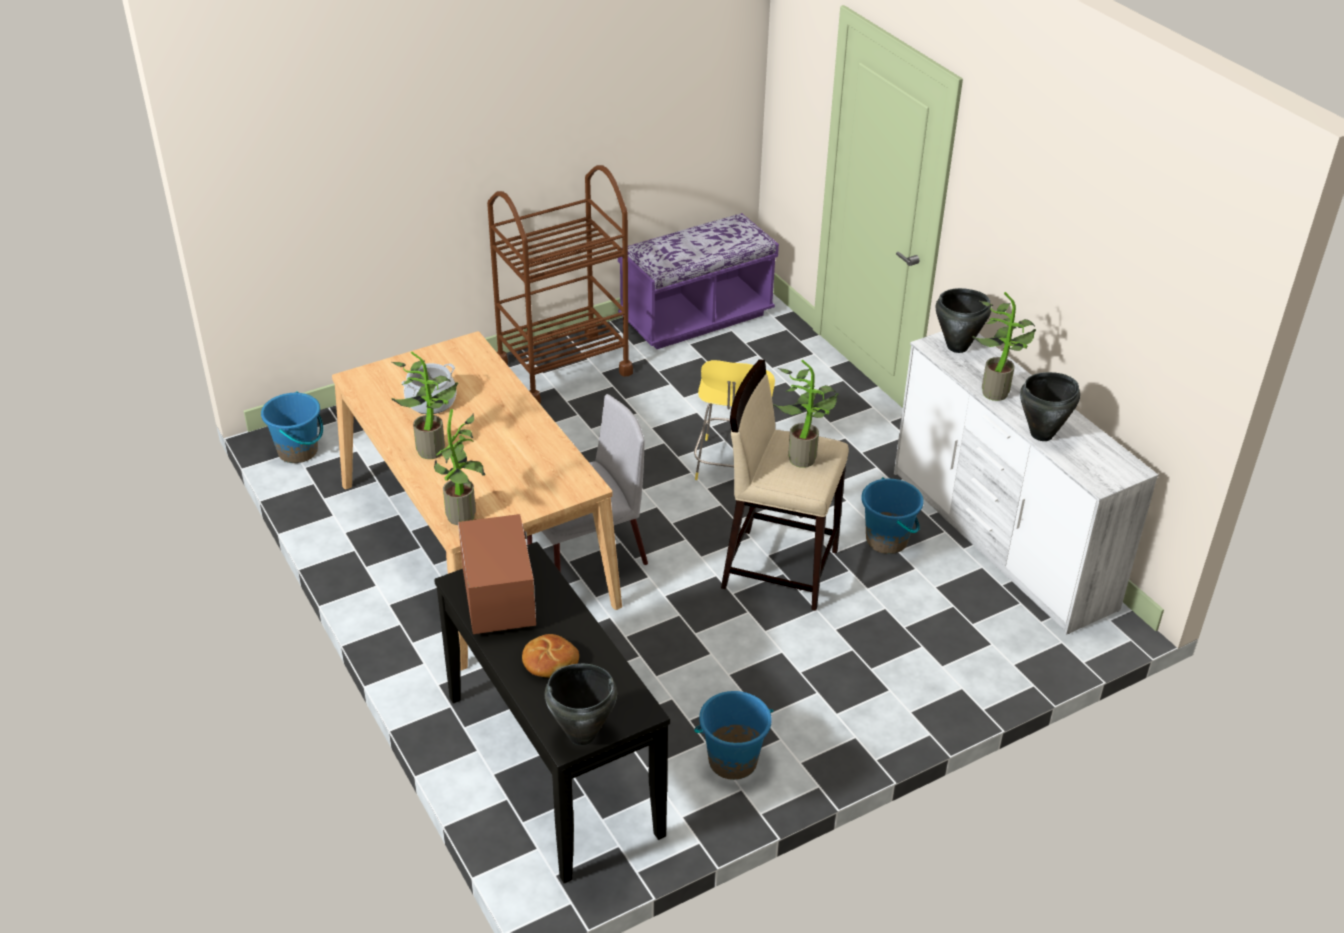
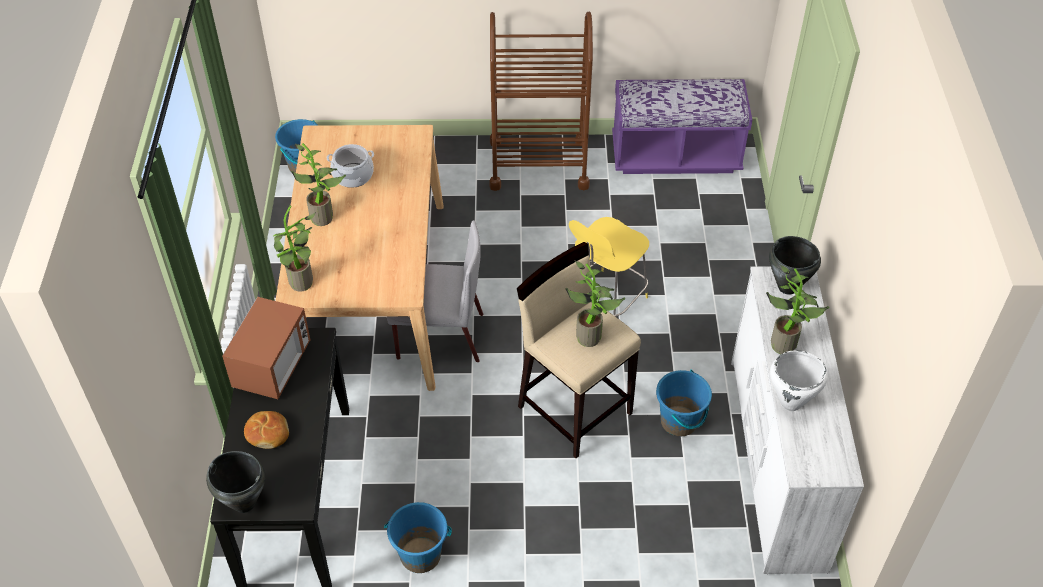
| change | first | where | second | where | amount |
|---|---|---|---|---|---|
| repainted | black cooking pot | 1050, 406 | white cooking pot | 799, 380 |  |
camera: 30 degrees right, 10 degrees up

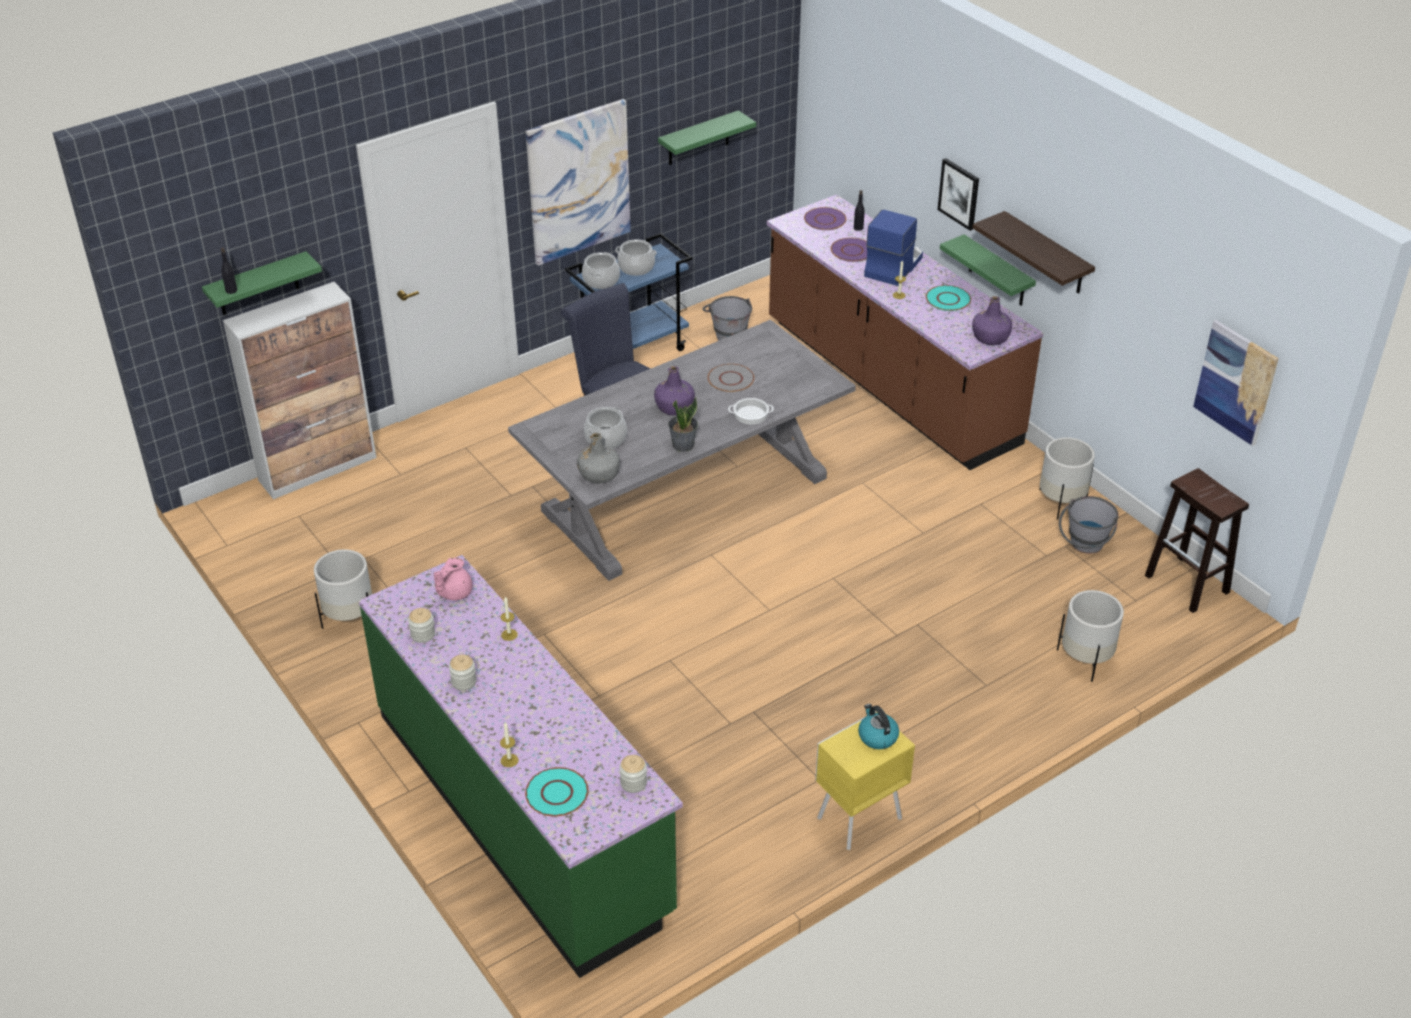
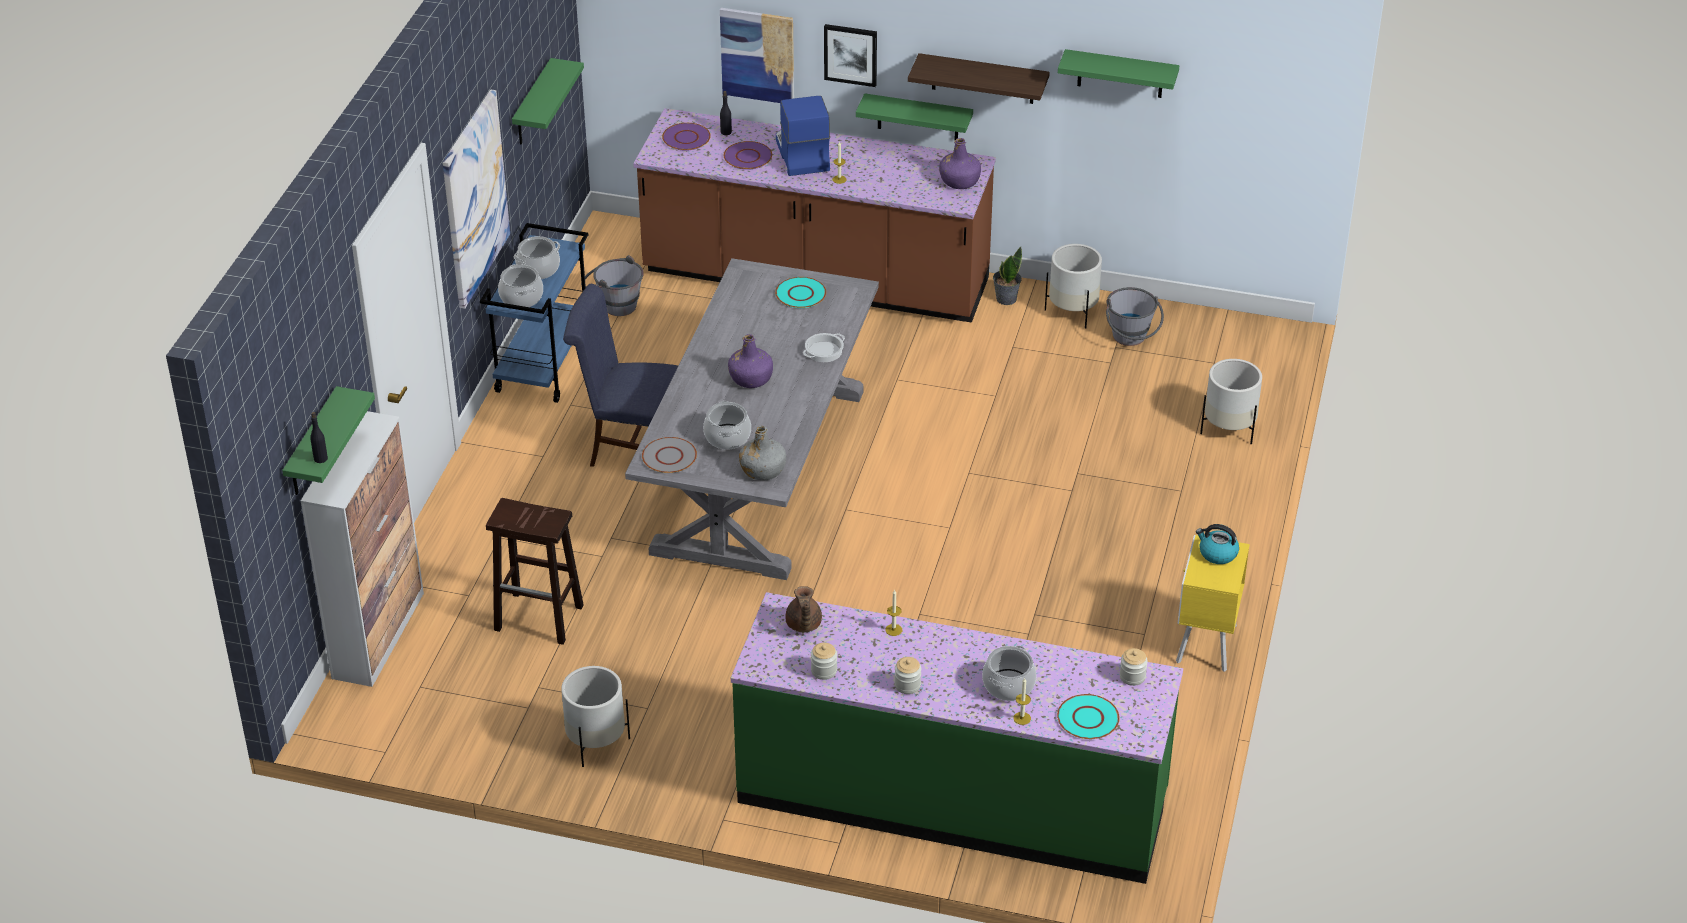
| change | first | where | second | where | amount |
|---|---|---|---|---|---|
| shifted | brown stool | 1197, 540 |  | 535, 571 |  |
| shifted | grey plate | 731, 378 |  | 669, 455 |  |
| shifted | picture | 1236, 383 |  | 757, 55 |  |
| shifted | turquoise plate | 948, 298 |  | 800, 292 |  |
| repainted | pink teapot | 453, 579 | brown teapot | 803, 609 |  |
| new |  |  | cooking pot | 1009, 673 |  |
| shifted | potted plant | 683, 424 |  | 1007, 276 |  |
| new |  |  | green shelf | 1118, 73 |  |
camera: 40 degrees left, 0 degrees up

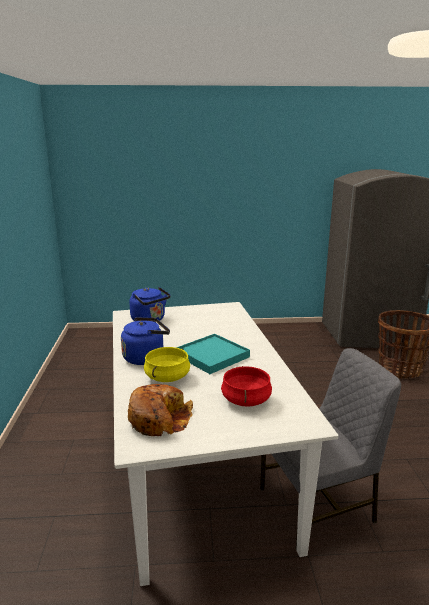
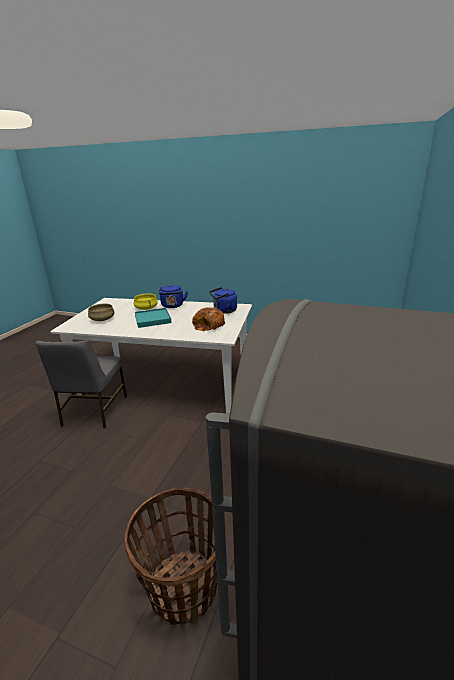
| change | first | where | second | where | amount |
|---|---|---|---|---|---|
| repainted | red cooking pot | 246, 386 | beige cooking pot | 101, 312 |  |
| shifted | bread | 160, 410 |  | 208, 319 |  |
camera: 115 degrees right, 5 degrees up

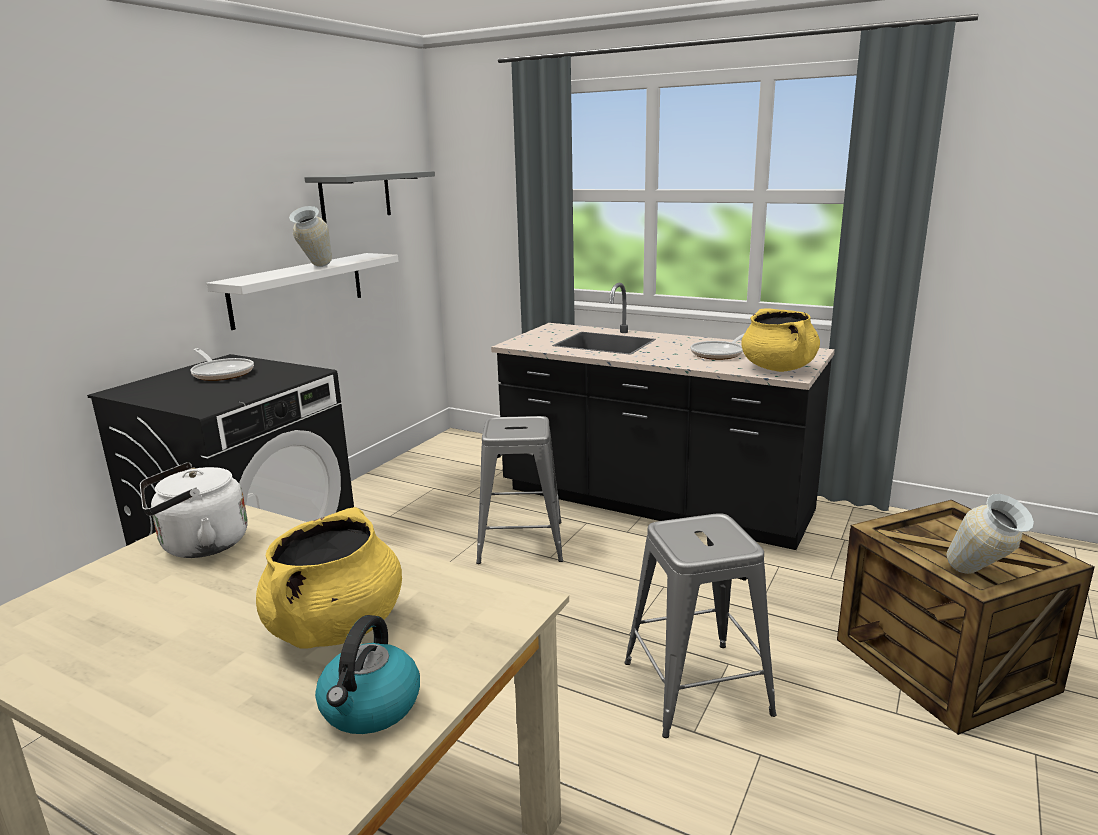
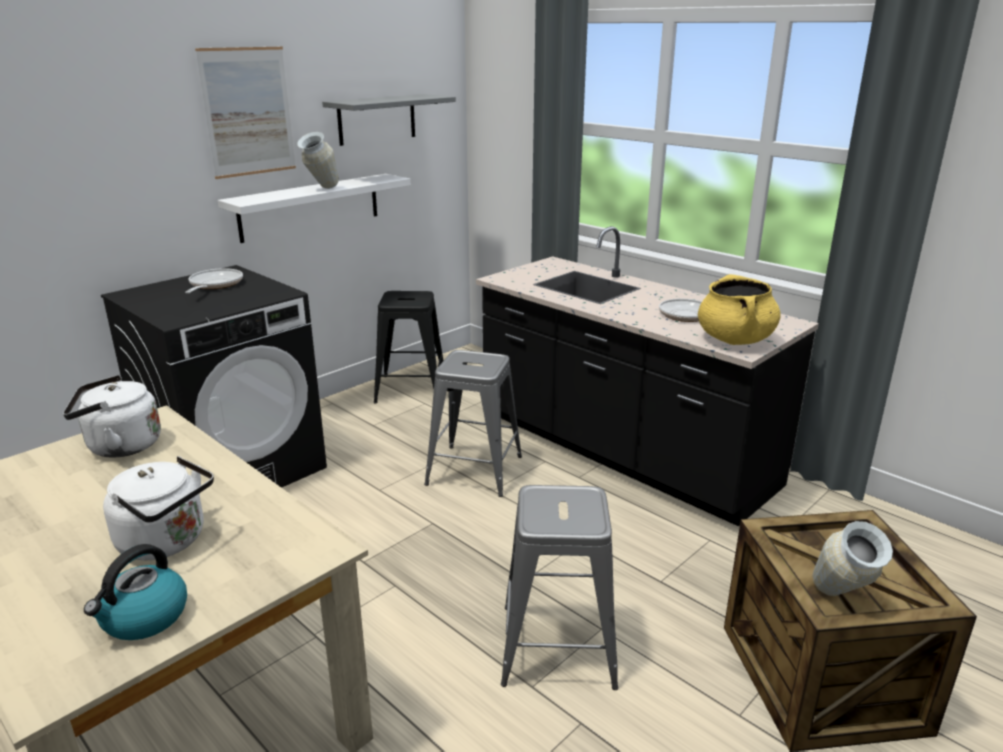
| change | first | where | second | where | amount |
|---|---|---|---|---|---|
| swapped | yellow cooking pot | 329, 577 | white kettle | 158, 508 |  |
| rotated | frying pan | 222, 364 |  | 214, 280 | 150 degrees counterclockwise |
| new |  |  | picture | 245, 113 |  |
| new |  |  | black stool | 408, 347 |  |
camera: 15 degrees right, 5 degrees up

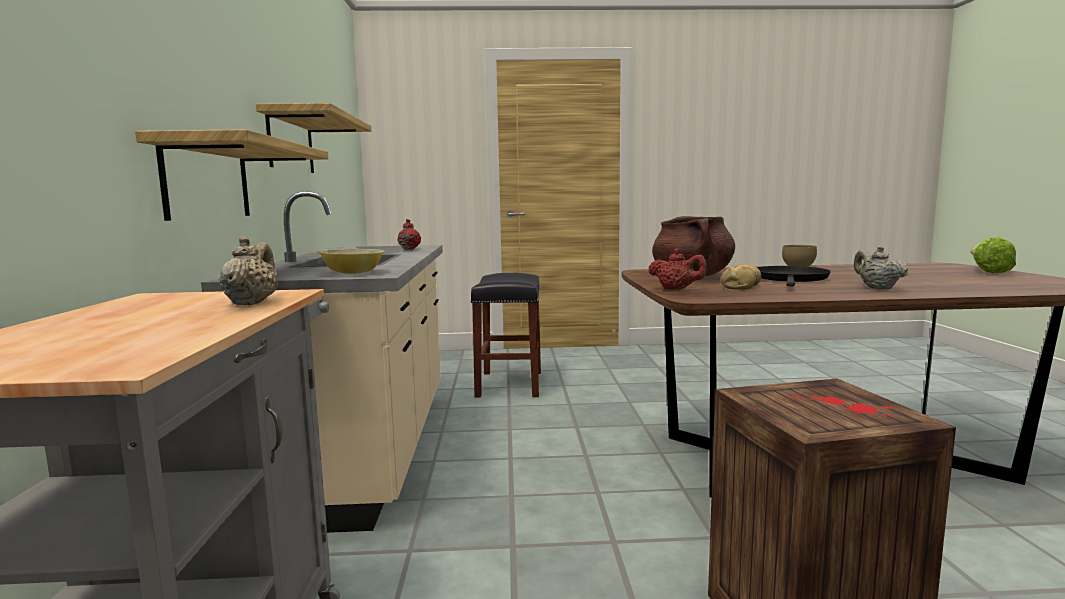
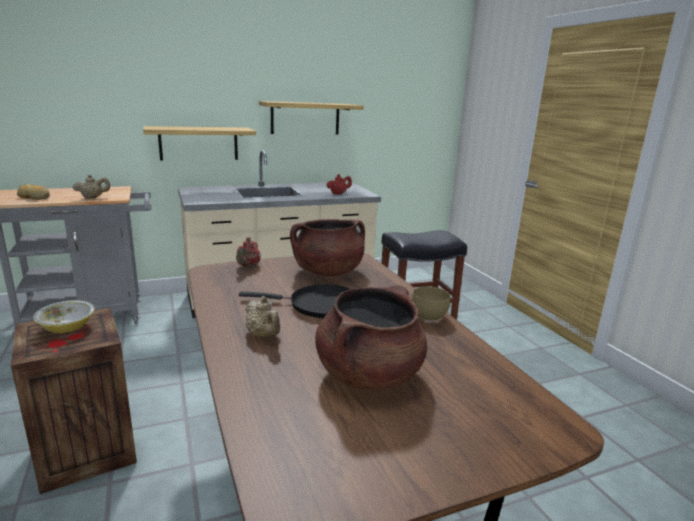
| change | first | where | second | where | amount |
|---|---|---|---|---|---|
| shifted | bread | 741, 277 |  | 33, 192 |  |
| shifted | bowl | 351, 261 |  | 63, 316 |  |
| rotated | beige teapot | 881, 267 |  | 262, 317 | 90 degrees clockwise |
| new |  |  | brown cooking pot | 371, 337 |  |
| gone | lettuce | 993, 255 |  |  |  |
camera: 70 degrees right, 10 degrees up

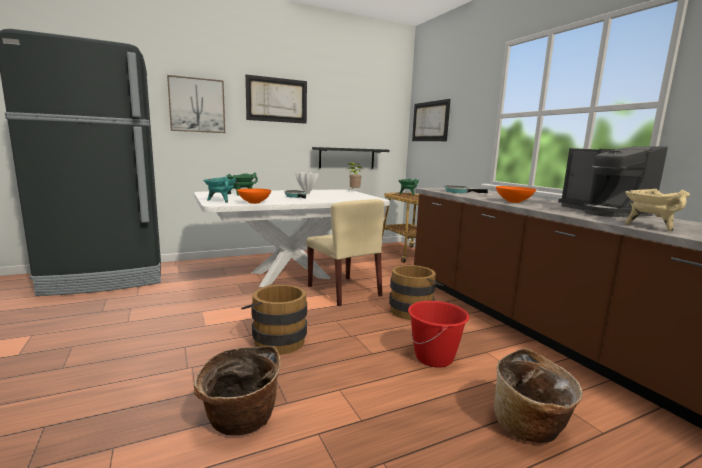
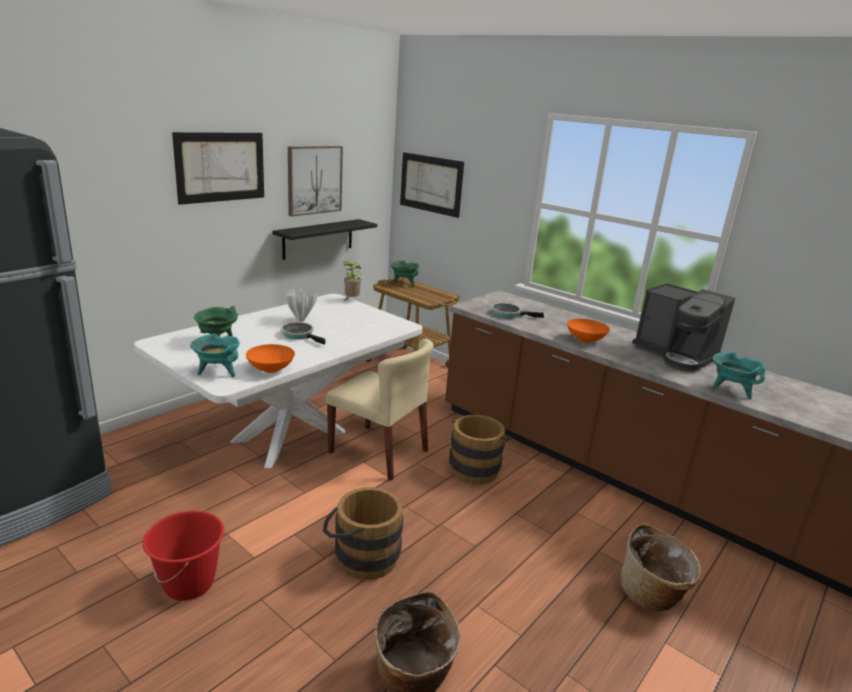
| change | first | where | second | where | amount |
|---|---|---|---|---|---|
| shifted | red bucket | 438, 334 |  | 183, 556 |  |
| shifted | picture | 196, 104 |  | 315, 181 |  |
| repainted | beige cooking pot | 657, 210 | turquoise cooking pot | 738, 376 |  |
camera: 25 degrees left, 10 degrees up

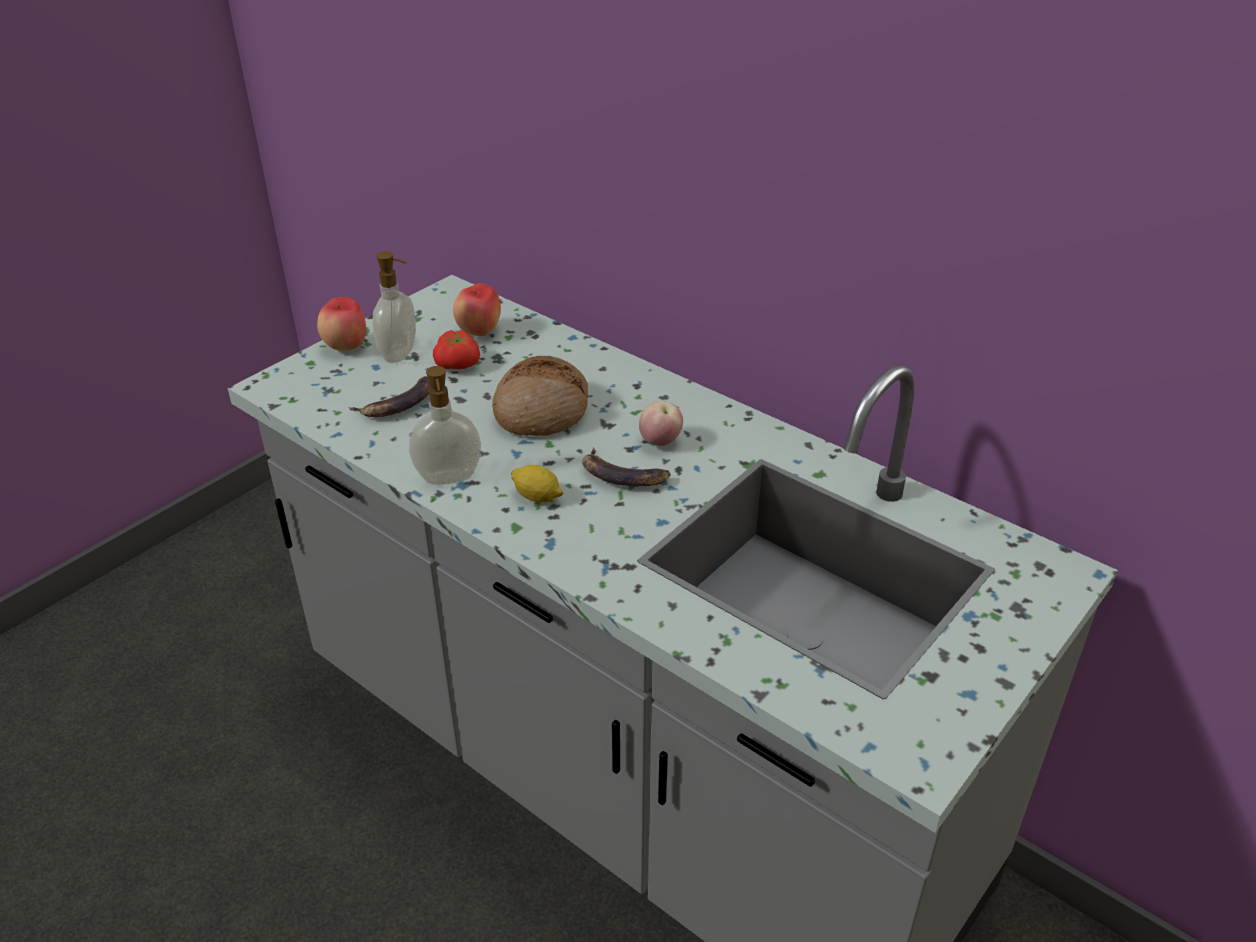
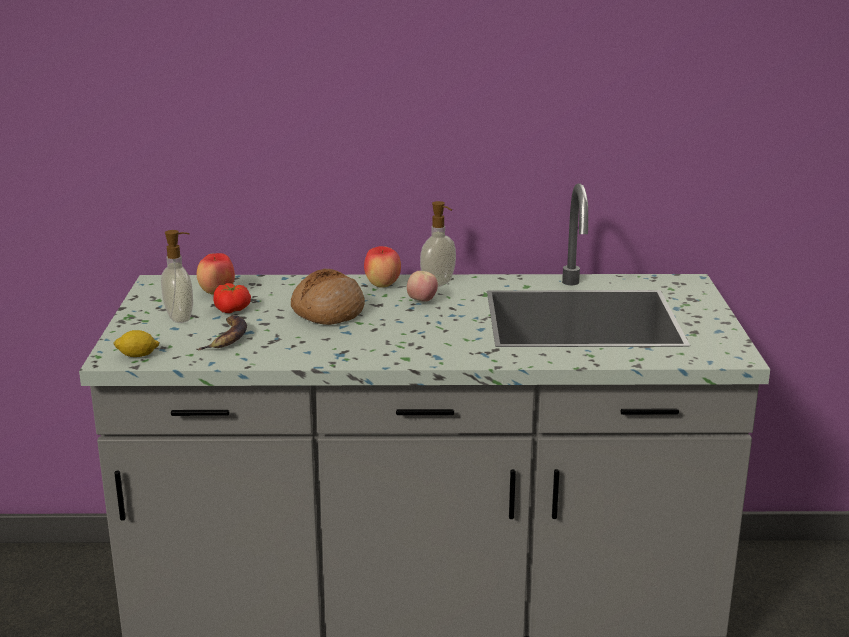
| change | first | where | second | where | amount |
|---|---|---|---|---|---|
| shifted | lemon | 537, 483 |  | 136, 343 |  |
| shifted | apple | 341, 324 |  | 382, 267 |  |
| shifted | soap dispenser | 445, 425 |  | 438, 244 |  |
| gone | banana | 626, 467 |  |  |  |
camera: 40 degrees left, 15 degrees down

